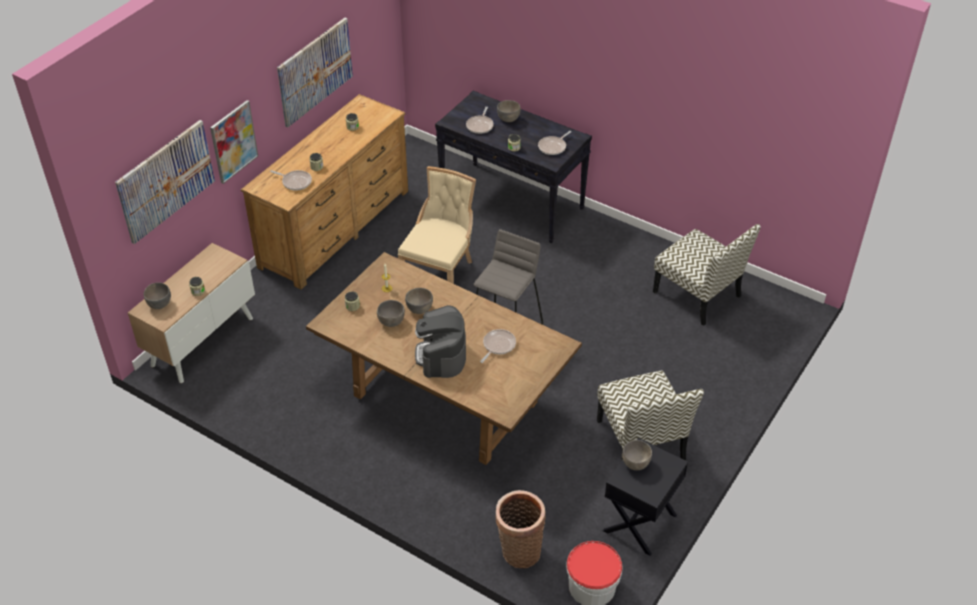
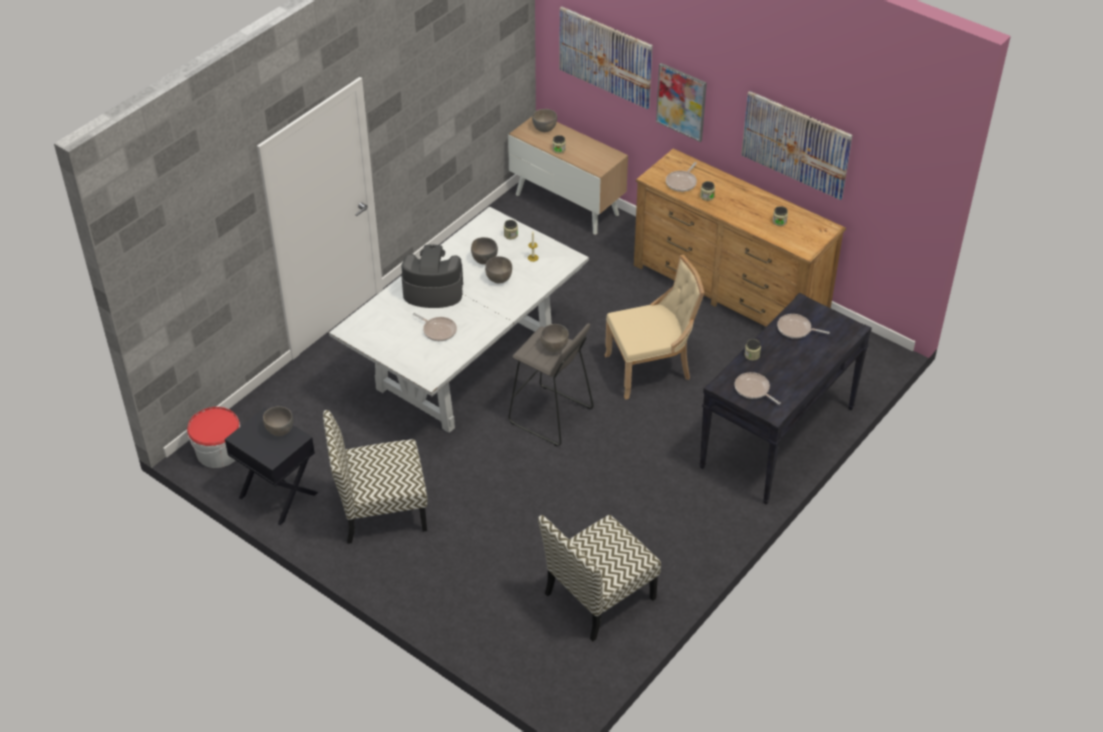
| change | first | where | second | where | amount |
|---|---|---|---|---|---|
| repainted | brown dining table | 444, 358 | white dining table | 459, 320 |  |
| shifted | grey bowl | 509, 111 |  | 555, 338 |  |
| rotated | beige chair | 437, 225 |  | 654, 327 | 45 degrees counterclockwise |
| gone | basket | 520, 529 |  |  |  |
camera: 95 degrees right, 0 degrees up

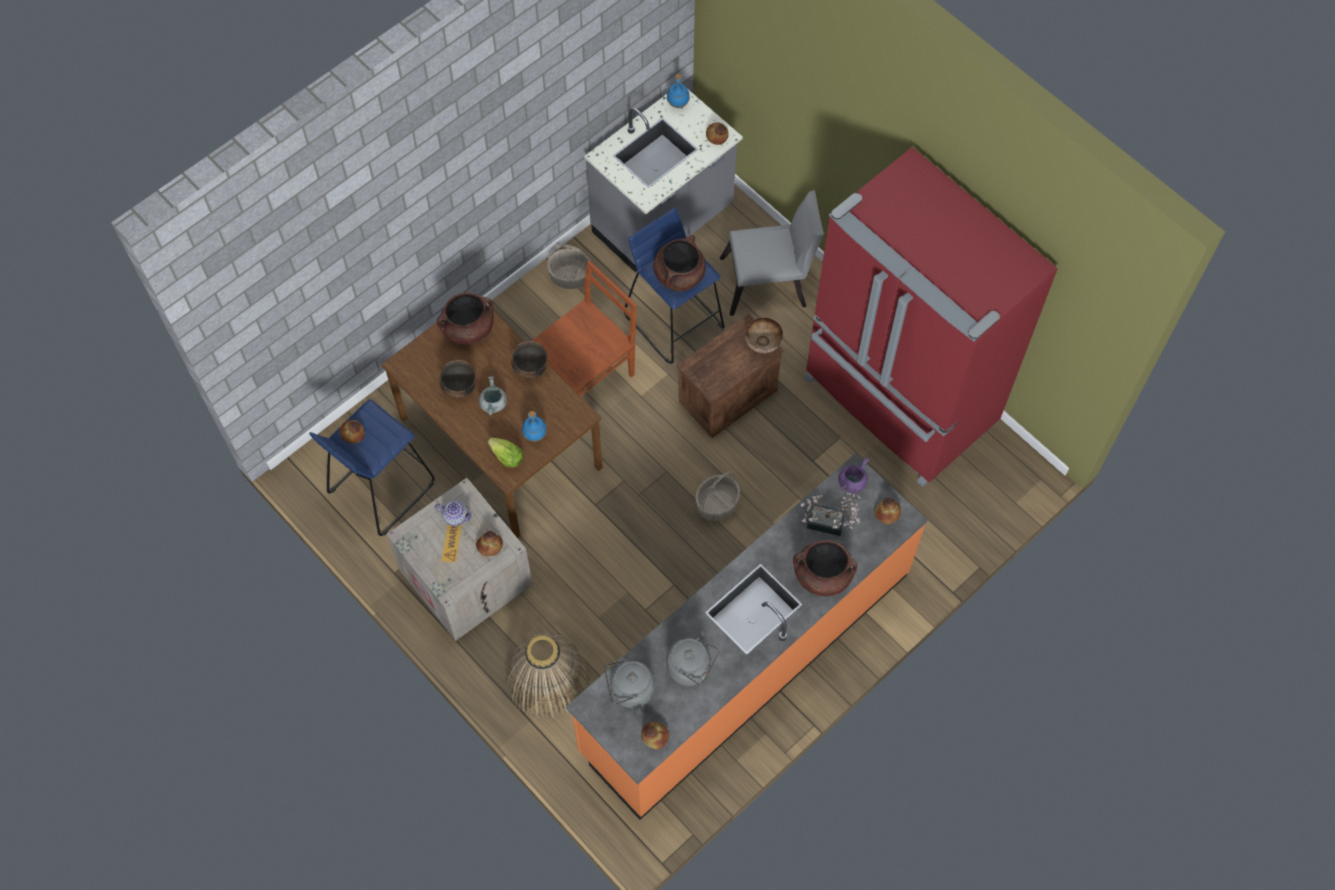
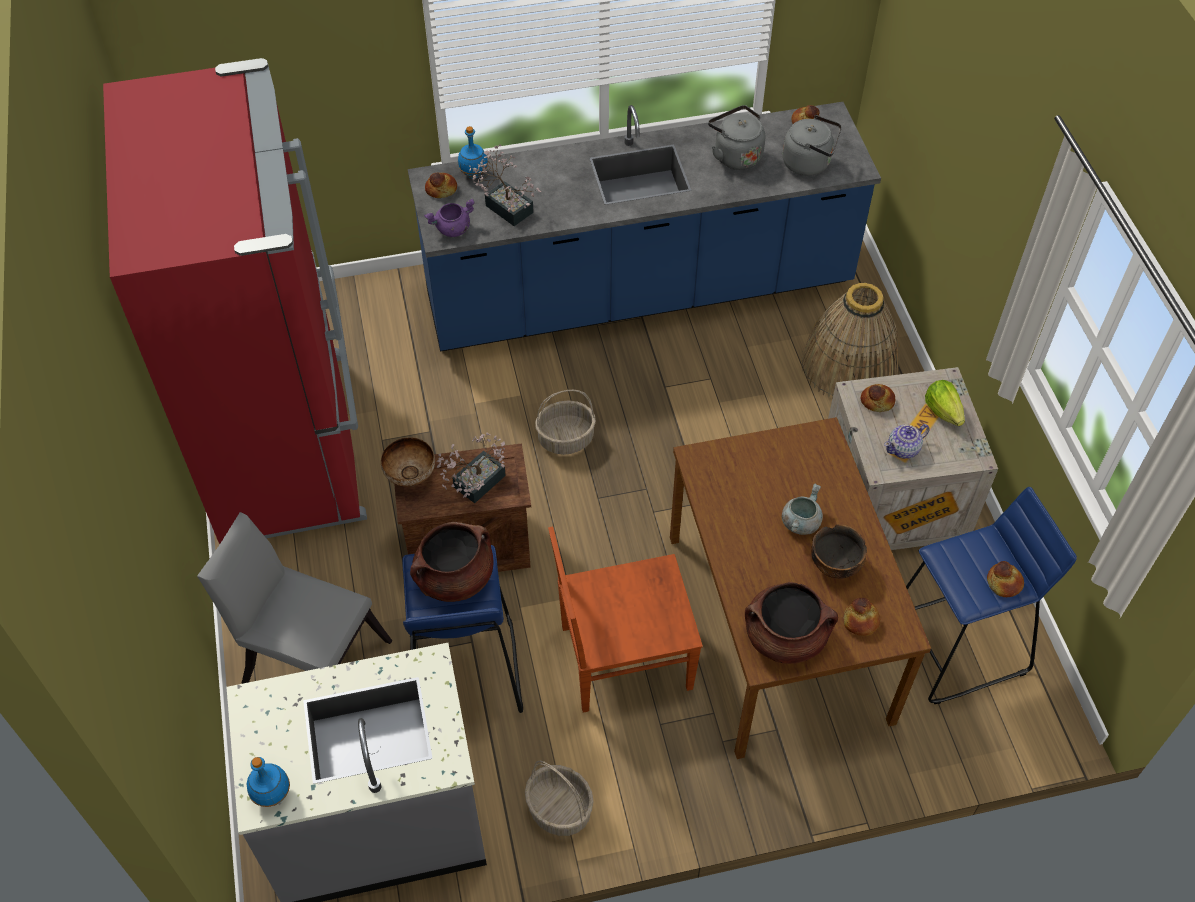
| change | first | where | second | where | amount |
|---|---|---|---|---|---|
| repainted | orange counter | 746, 636 | blue counter | 644, 227 |  |
| new |  |  | potted plant | 471, 468 |  |
| shifted | blue bottle | 534, 426 |  | 473, 152 |  |
| shifted | bread | 717, 133 |  | 862, 617 |  |
| rotated | teapot | 454, 513 |  | 907, 441 | 75 degrees counterclockwise |
| shifted | lettuce | 506, 453 |  | 945, 403 |  |
| gone | bowl | 529, 360 |  |  |  |
| gone | brown cooking pot | 825, 568 |  |  |  |
camera: 150 degrees left, 10 degrees down

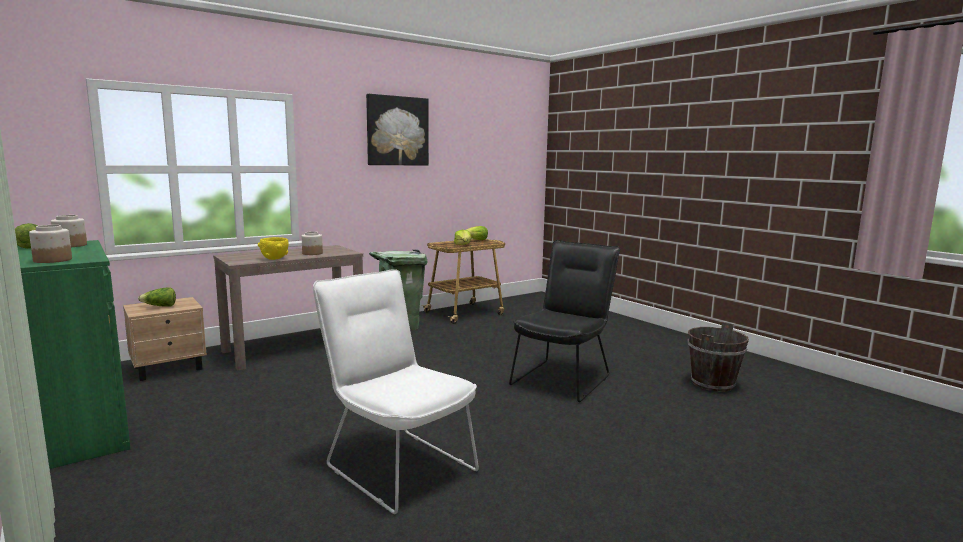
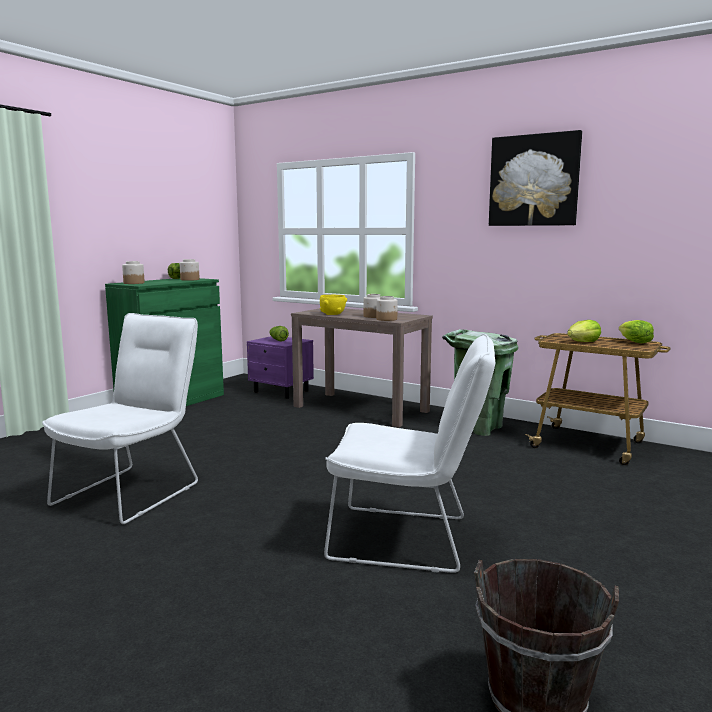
| change | first | where | second | where | amount |
|---|---|---|---|---|---|
| repainted | beige nightstand | 165, 339 | purple nightstand | 280, 367 |  |
| repainted | black chair | 564, 321 | white chair | 409, 453 |  |
| new |  |  | jar | 387, 308 |  |
camera: 70 degrees right, 0 degrees up

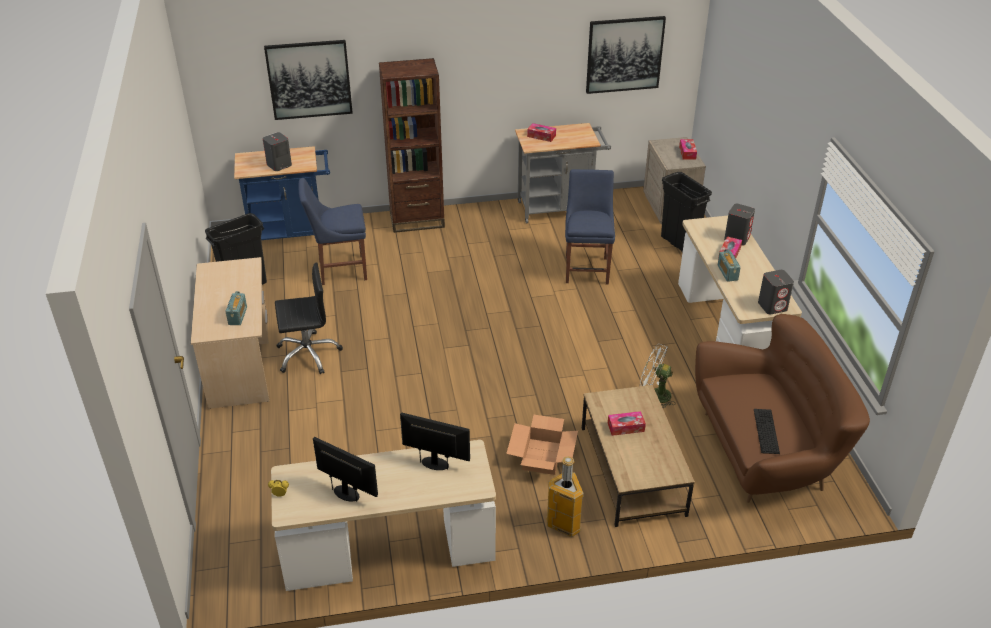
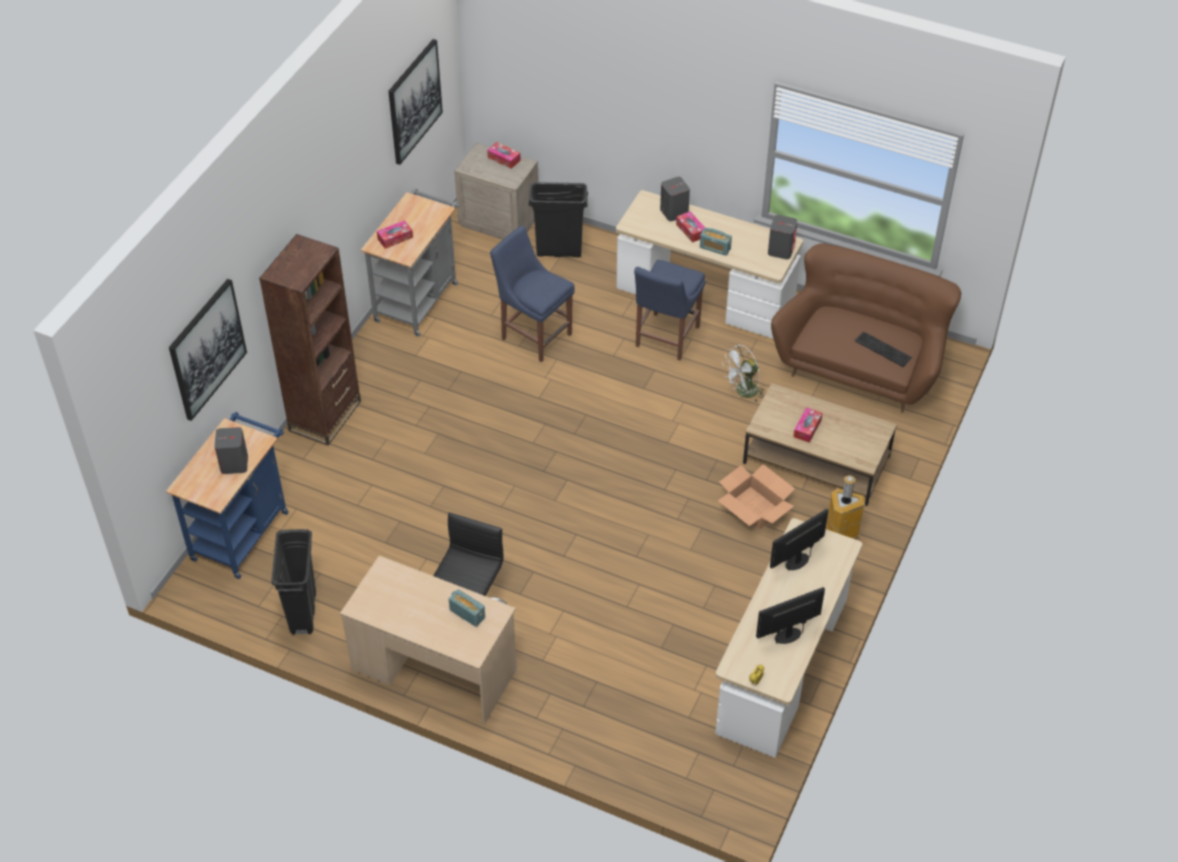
| change | first | where | second | where | amount |
|---|---|---|---|---|---|
| shifted | blue chair | 333, 231 |  | 670, 310 |  |
camera: 55 degrees left, 10 degrees up

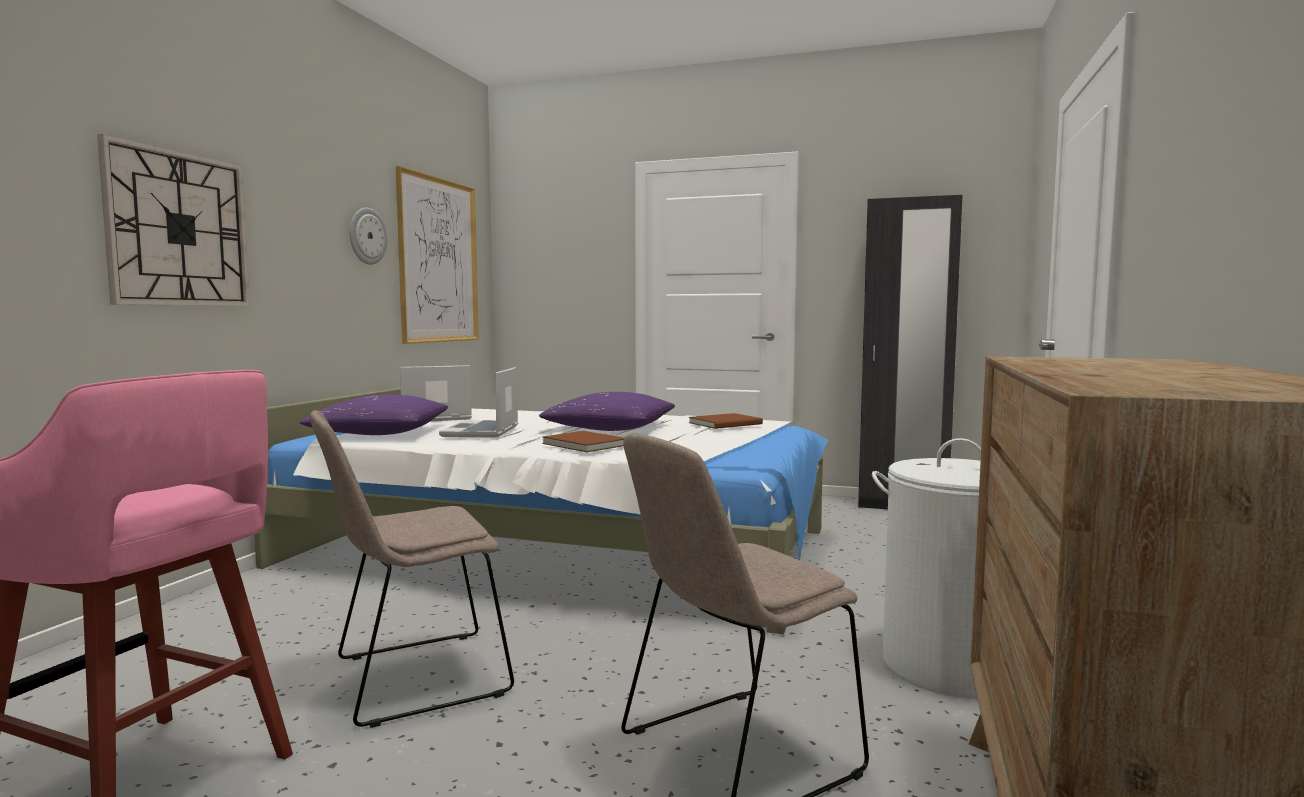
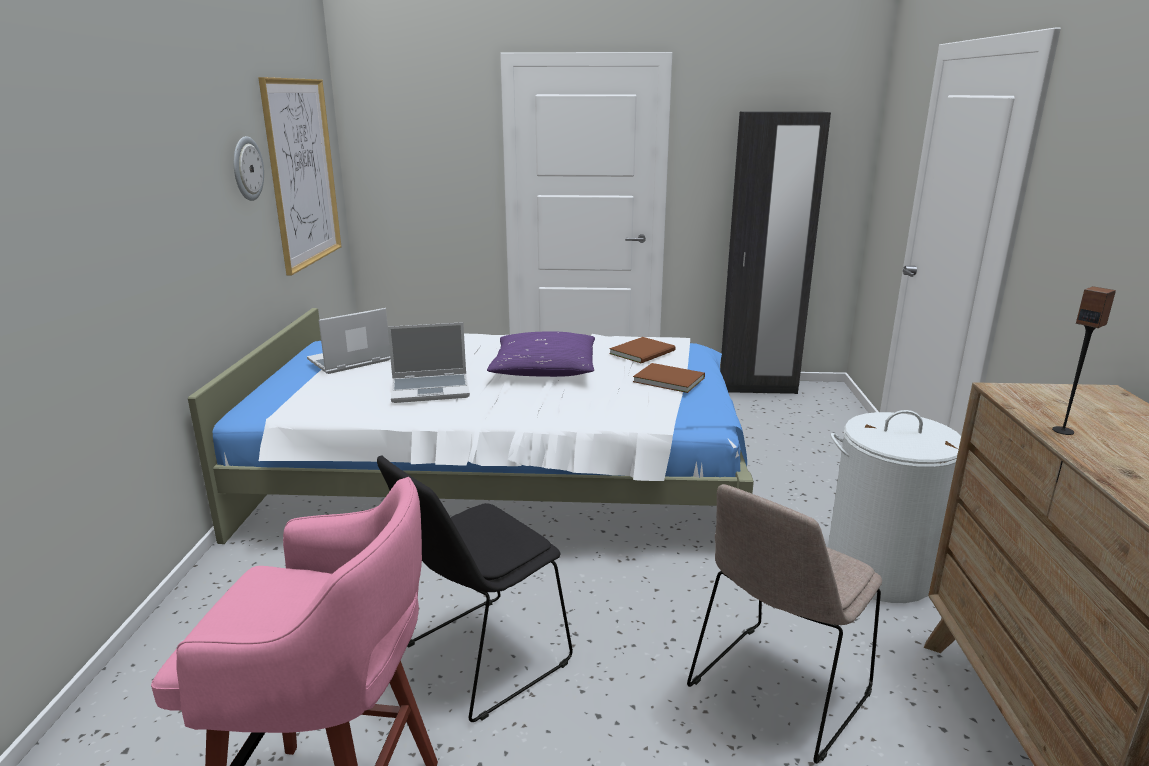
| change | first | where | second | where | amount |
|---|---|---|---|---|---|
| repainted | beige chair | 412, 569 | black chair | 475, 588 |  |
| rotated | laptop | 478, 402 |  | 429, 362 | 90 degrees counterclockwise |
| shifted | brown book | 583, 441 |  | 669, 378 |  |
| new |  |  | speaker | 1084, 360 |  |
| gone | wall clock | 173, 220 |  |  |  |
| gone | purple pillow | 373, 415 |  |  |  |
camera: 15 degrees left, 15 degrees up

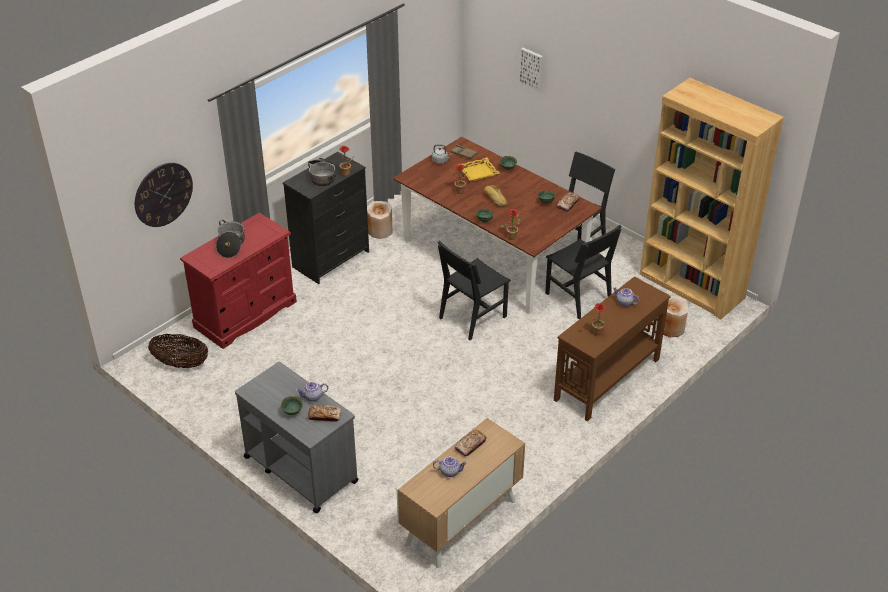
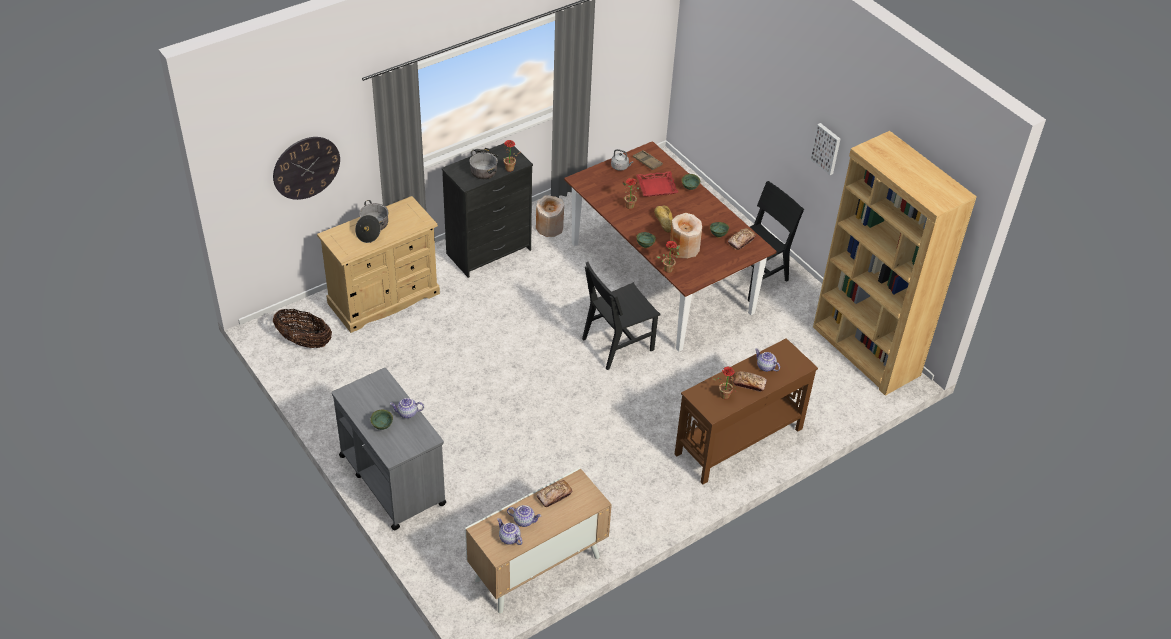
| change | first | where | second | where | amount |
|---|---|---|---|---|---|
| repainted | red dresser | 238, 281 | beige dresser | 378, 264 |  |
| new |  |  | teapot | 509, 531 |  |
| repainted | yellow tray | 478, 169 | red tray | 657, 184 |  |
| shifted | beige vase | 675, 317 |  | 686, 236 |  |
| shifted | bread | 325, 413 |  | 750, 381 |  |
| shifted | picture | 531, 69 |  | 825, 149 |  |
| gone | black chair | 583, 272 |  |  |  |
camera: 10 degrees right, 5 degrees up

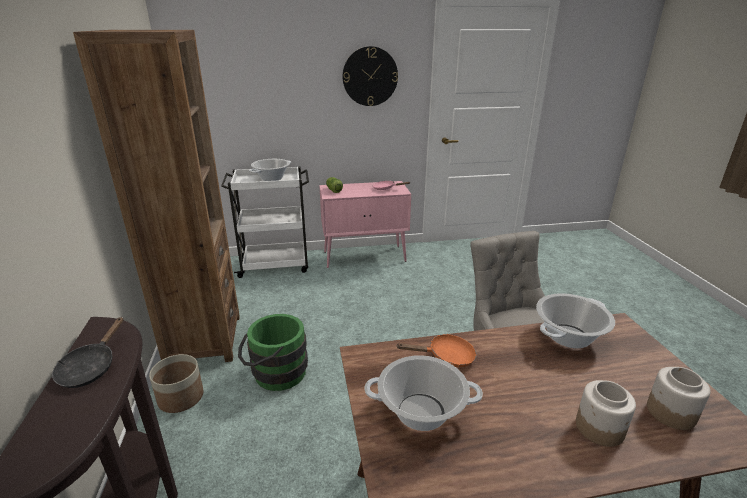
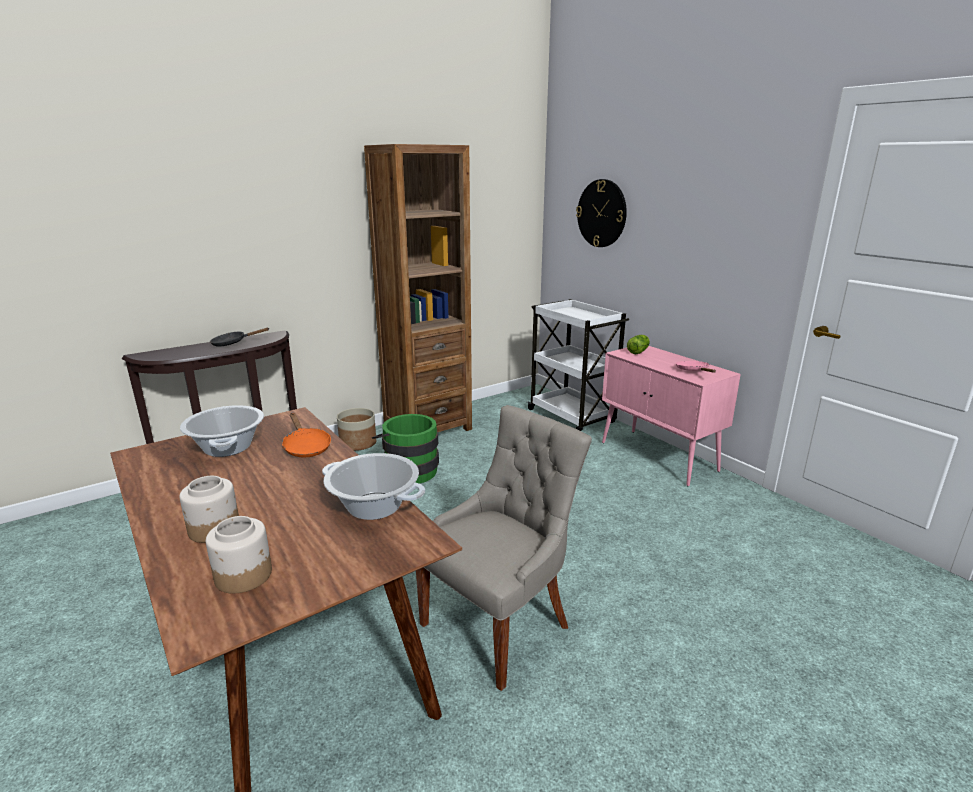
| change | first | where | second | where | amount |
|---|---|---|---|---|---|
| shifted | wall clock | 370, 76 |  | 601, 213 |  |
| gone | cooking pot | 270, 170 |  |  |  |
camera: 65 degrees right, 5 degrees down

